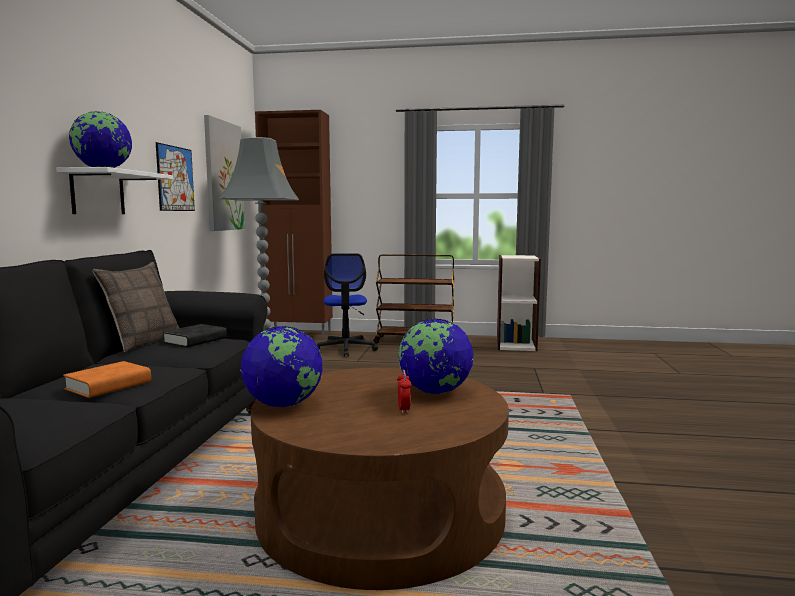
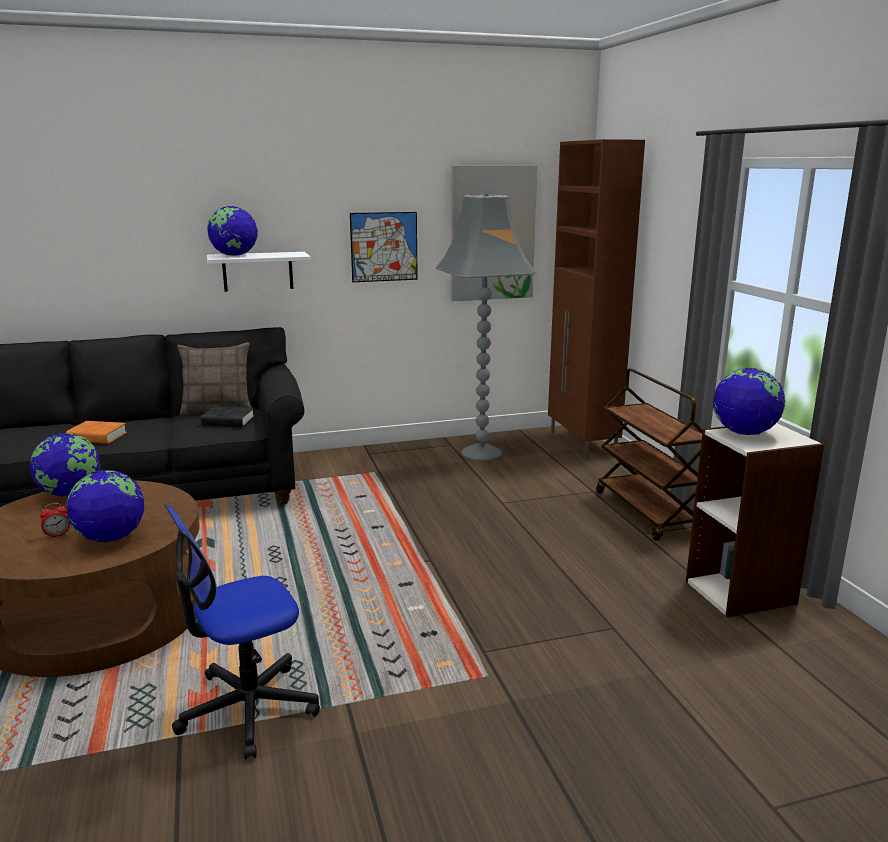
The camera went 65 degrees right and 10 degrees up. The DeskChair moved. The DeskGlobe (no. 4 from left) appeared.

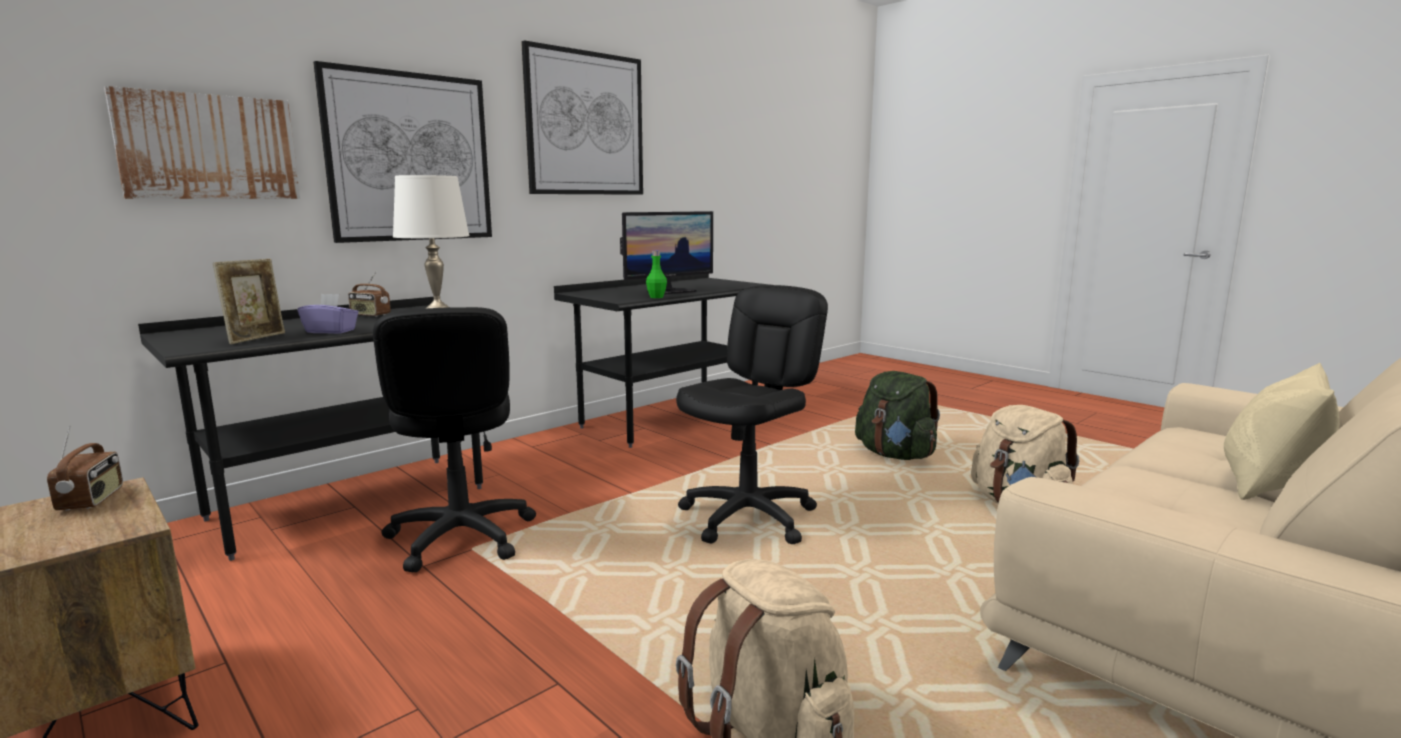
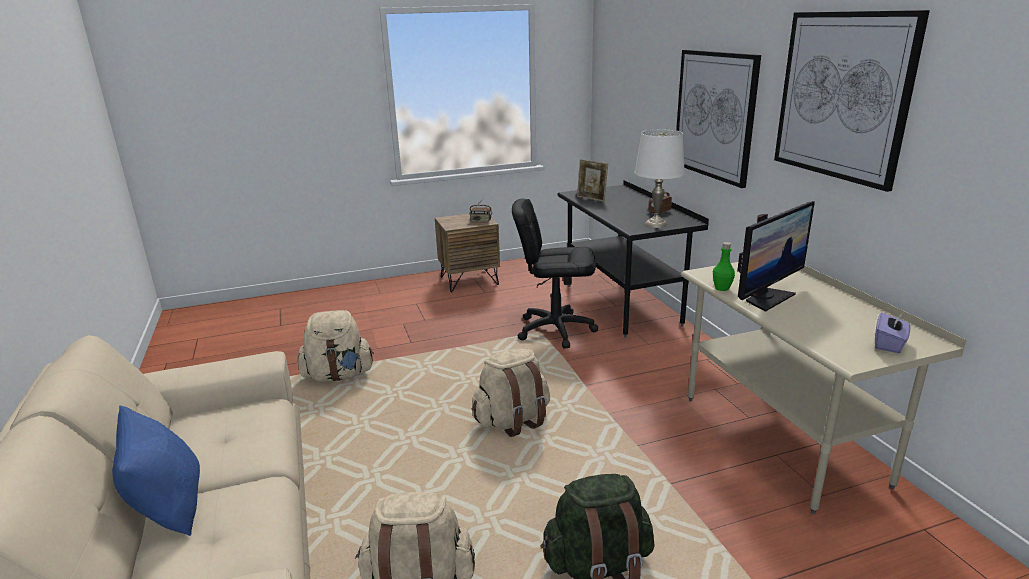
The camera went 115 degrees right and 10 degrees up. The WallPicture (no. 1 from left) disappeared. The PurpleTissueHolder moved. The BlackColouredDeskUnit (no. 2 from left) became the BeigeColouredDeskUnit. The ComputerDisplay turned 120 degrees counterclockwise. The BlackColouredDeskChair (no. 2 from left) was replaced by the BeigeColouredRucksack (no. 3 from left). The BeigeColouredCushion became the BlueCushion.

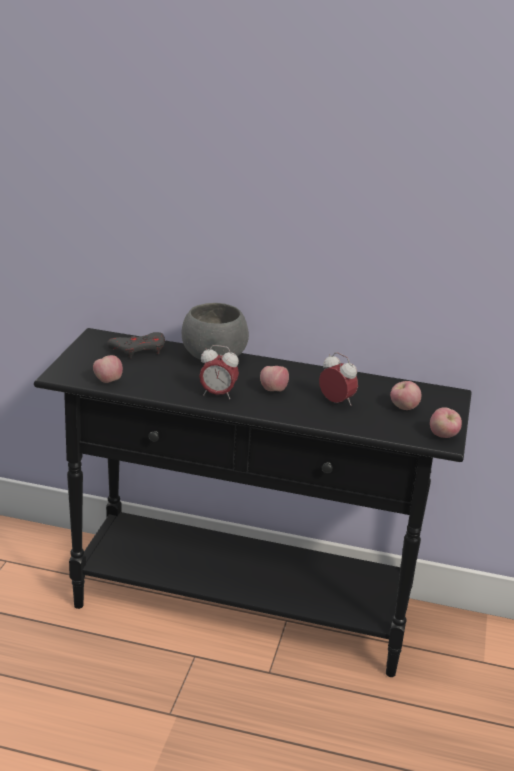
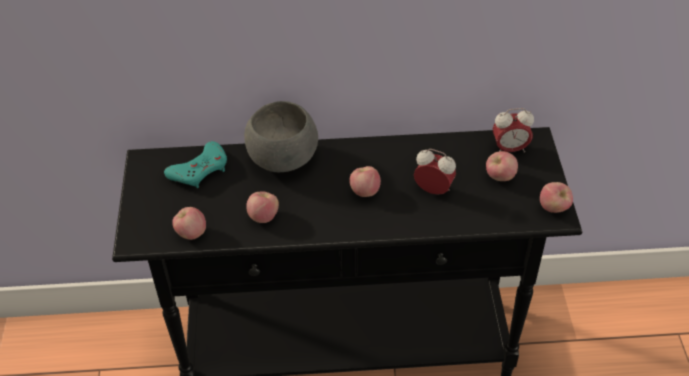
The camera went 15 degrees left and 20 degrees up. The GreyJoypad became the TurquoiseJoypad. The TableClock (no. 1 from left in the first image) moved. The AppleFruit (no. 2 from left) appeared.

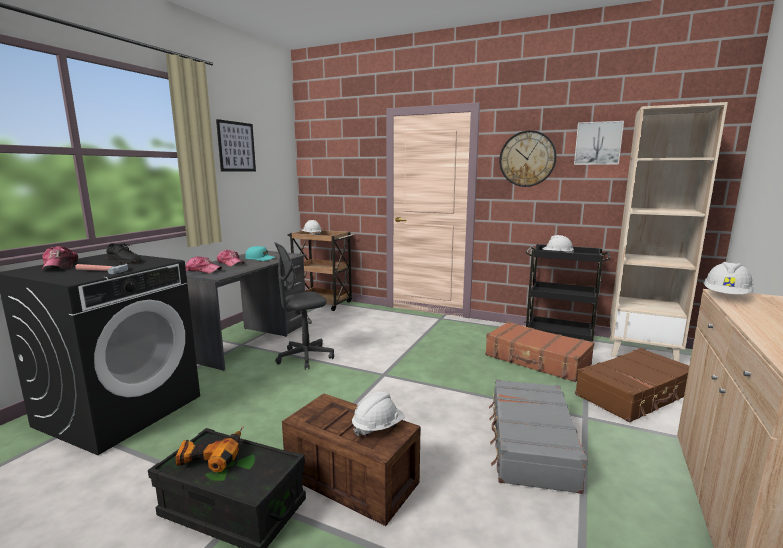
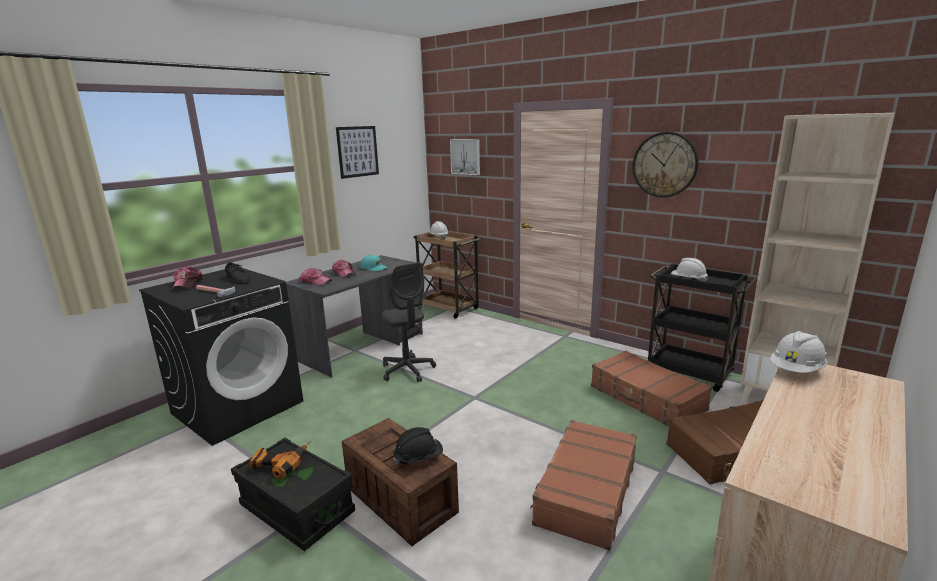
The camera went 15 degrees right and 5 degrees up. The GreyDeskChair turned 105 degrees counterclockwise. The WhiteHardHat (no. 2 from left) became the BlackColouredHardHat. The GreyPieceOfLuggage became the BrownPieceOfLuggage (no. 1 from left). The WallPicture (no. 2 from left) moved.

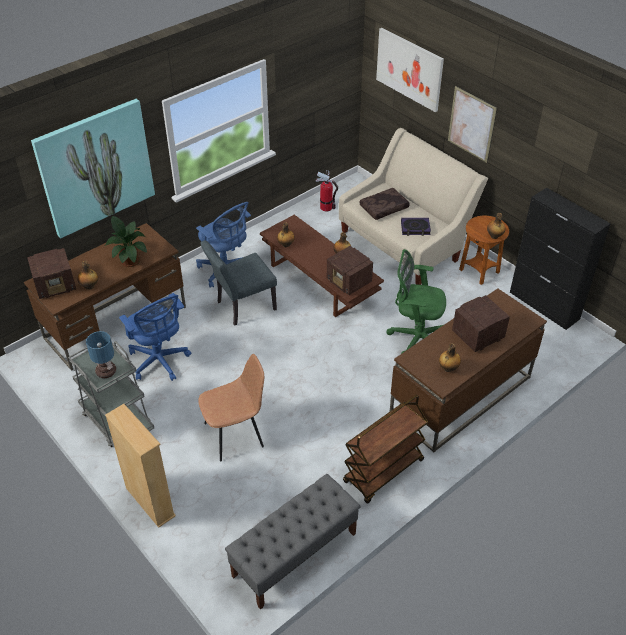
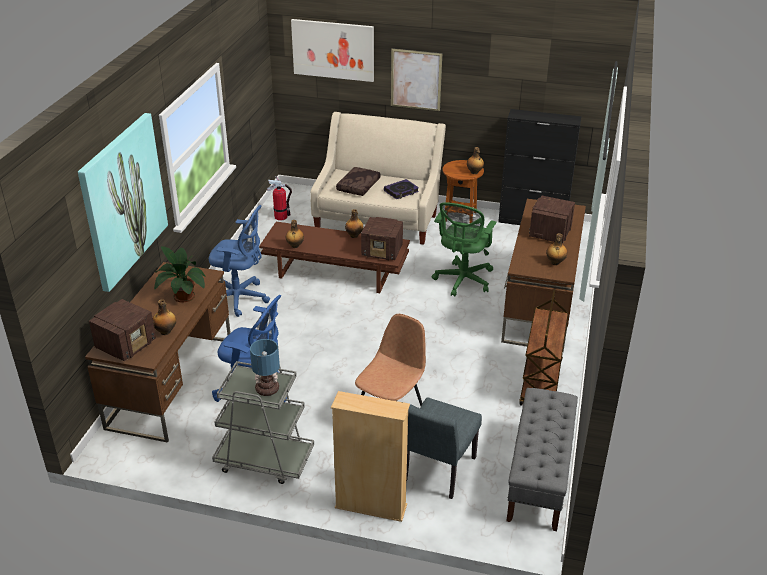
The camera went 35 degrees left and 10 degrees down. The GreyUprightChair moved. The GreenishDeskChair turned 45 degrees counterclockwise.

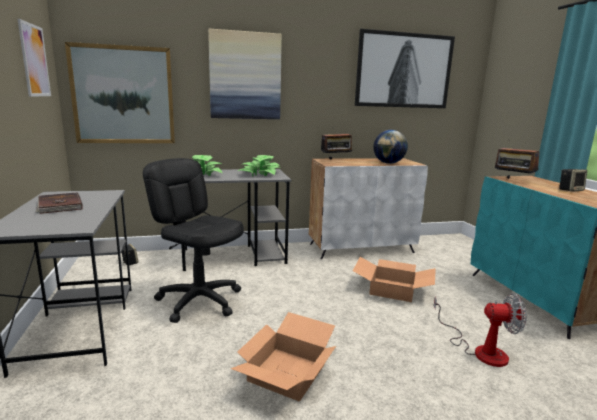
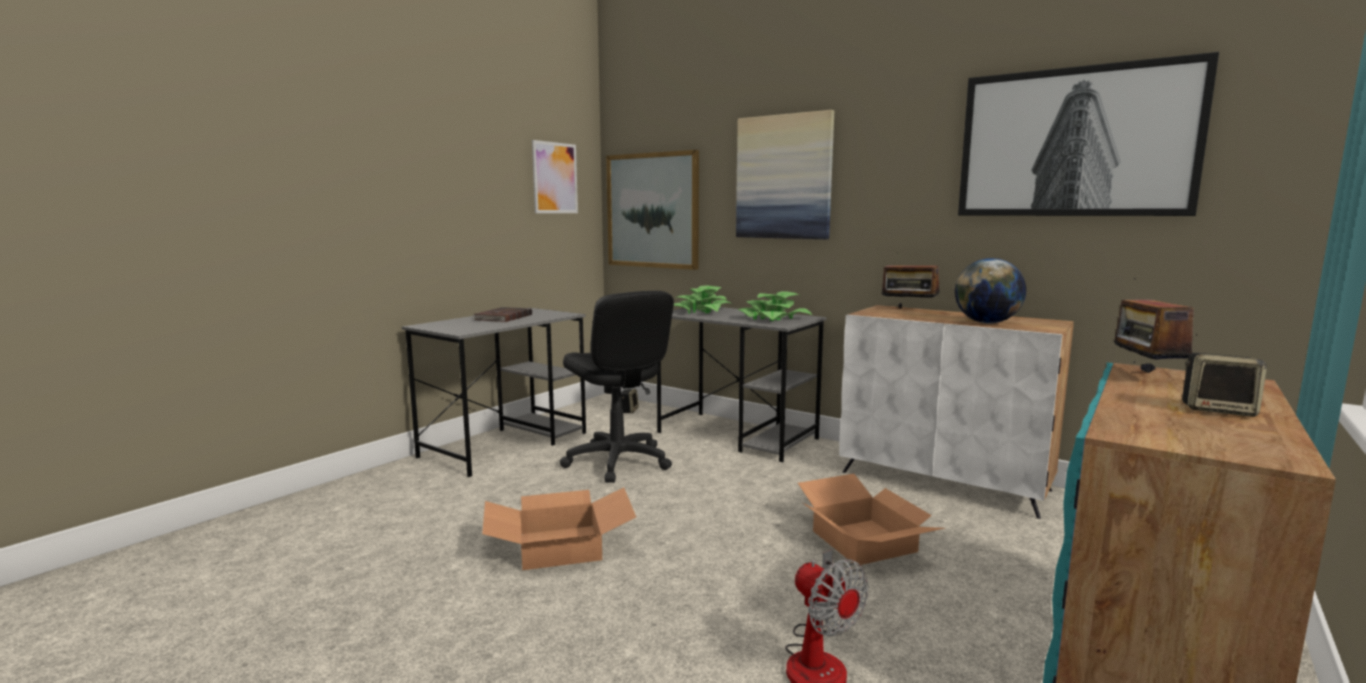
The camera went 50 degrees right and 5 degrees down. The BlackColouredDeskChair turned 150 degrees clockwise.

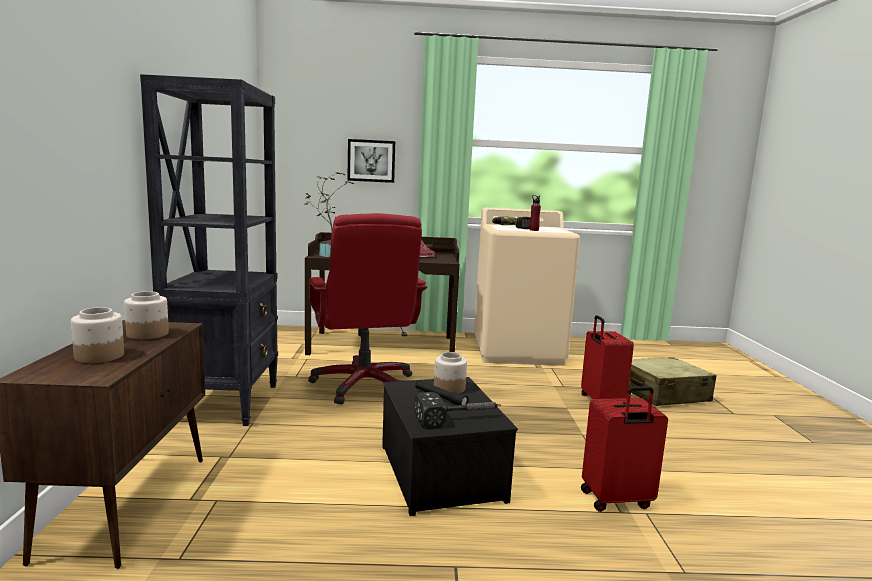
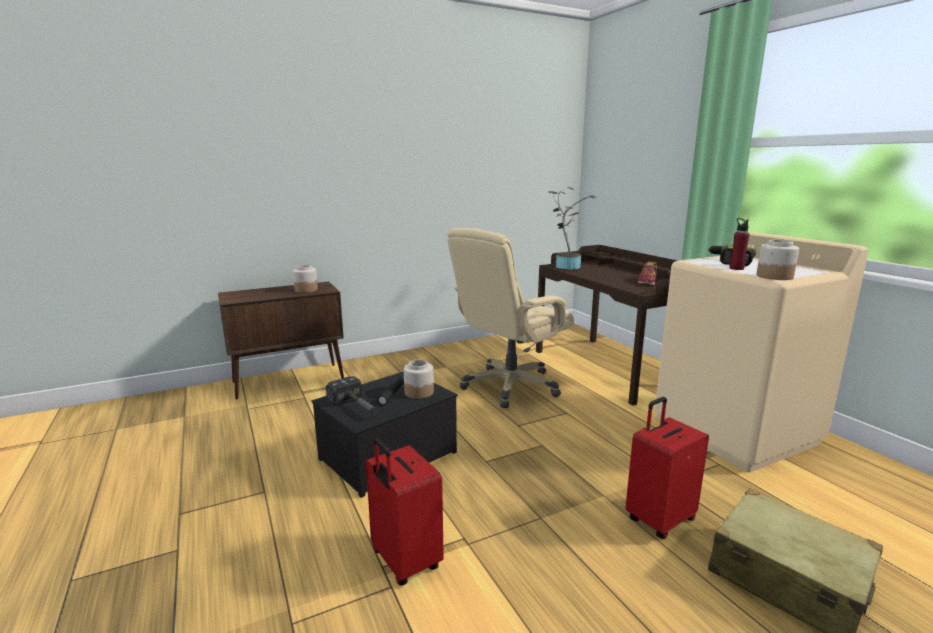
The camera went 65 degrees right and 5 degrees up. The Jar (no. 1 from left in the first image) moved. The BlackColouredBookshelf disappeared. The RedDeskChair became the BeigeColouredDeskChair. The WallPicture disappeared.

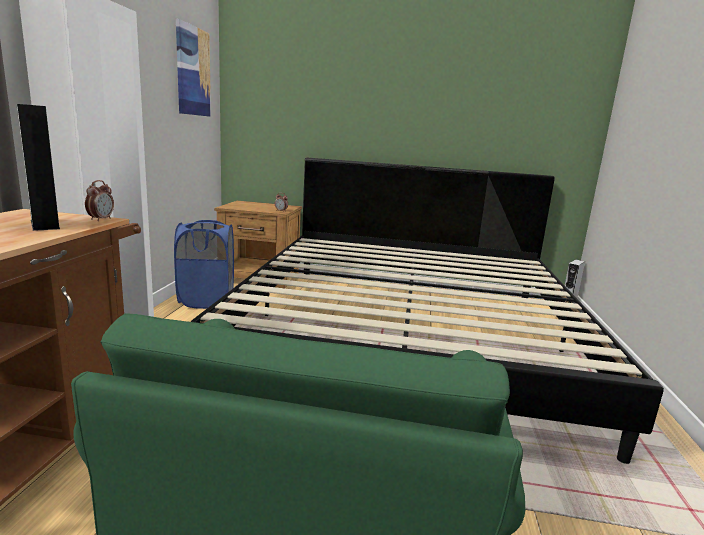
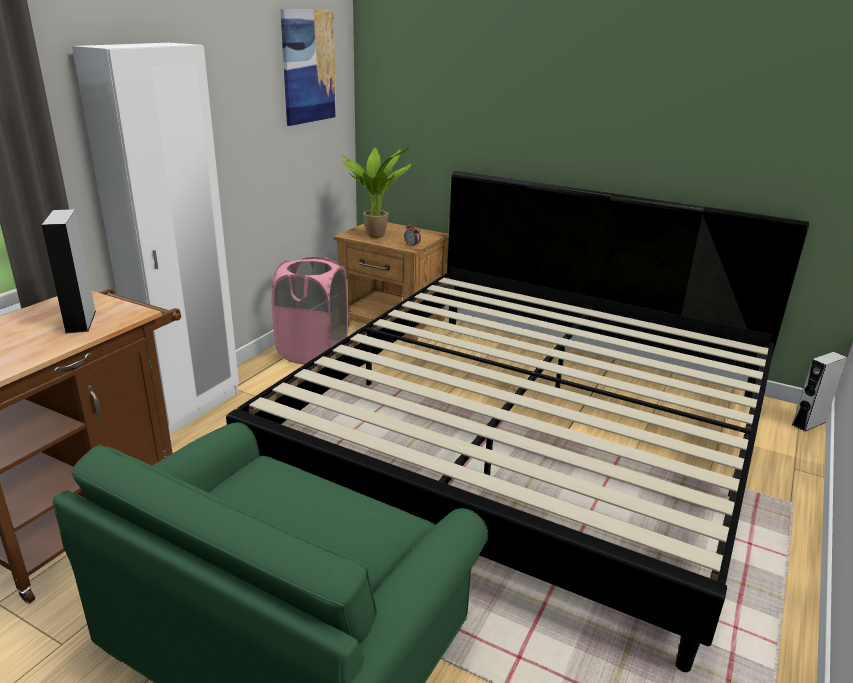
The camera went 20 degrees right and 10 degrees up. The TableClock (no. 1 from left) disappeared. The BlueLaundryBasket became the PinkLaundryBasket. The PottedPlant appeared.

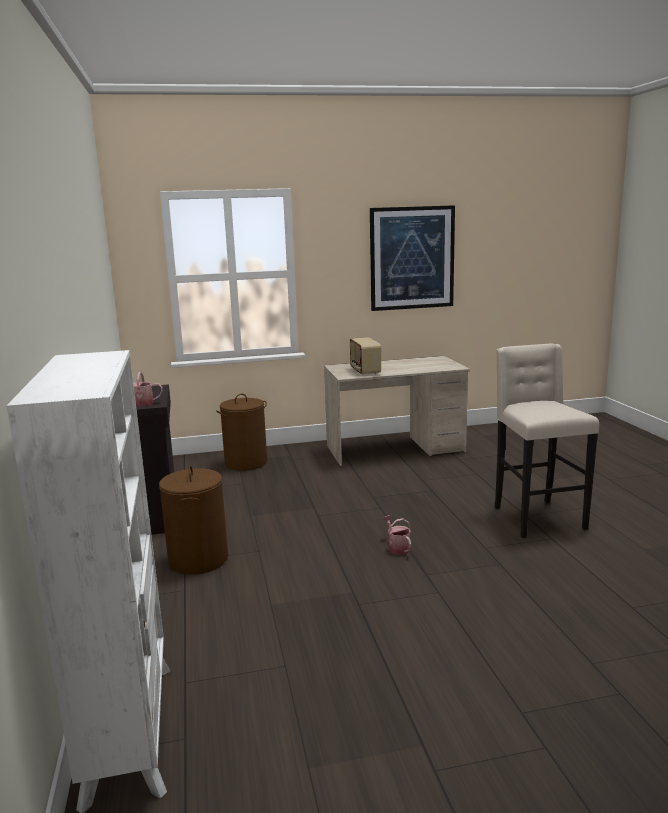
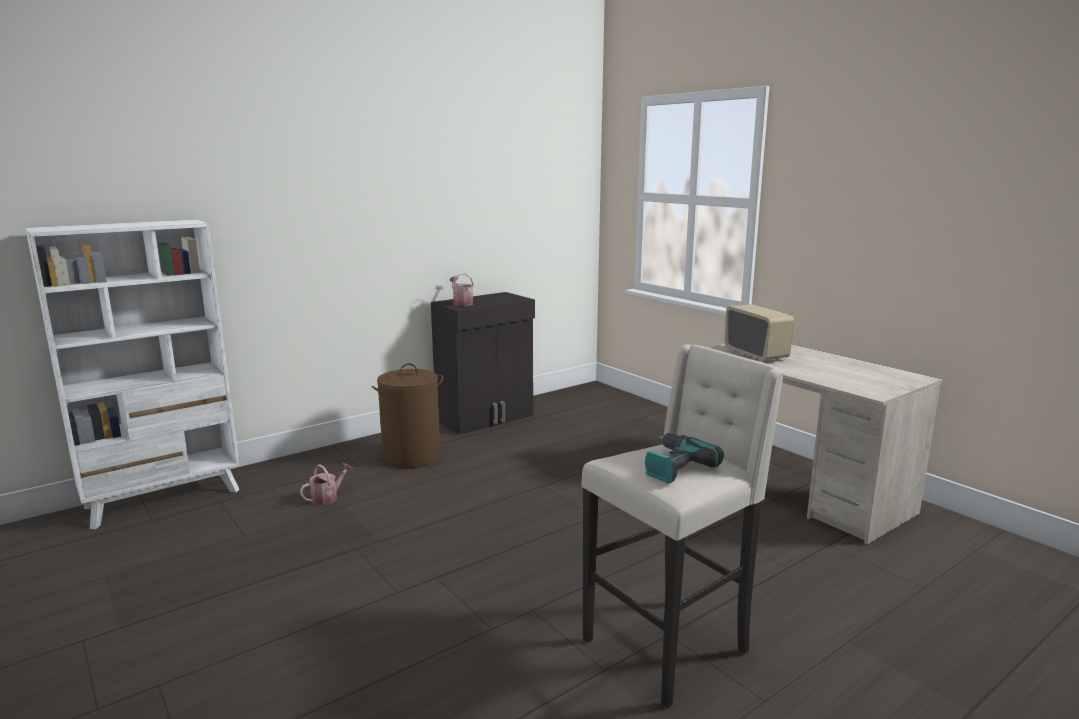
The camera went 65 degrees right and 0 degrees up. The BrownLaundryBasket (no. 2 from left) disappeared. The RadioSet turned 105 degrees clockwise. The WallPicture disappeared. The WateringCan (no. 2 from left in the first image) moved. The PowerDrill appeared.

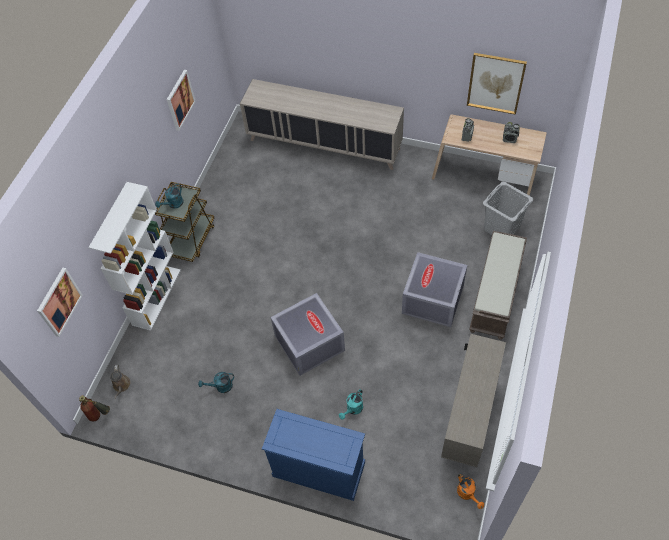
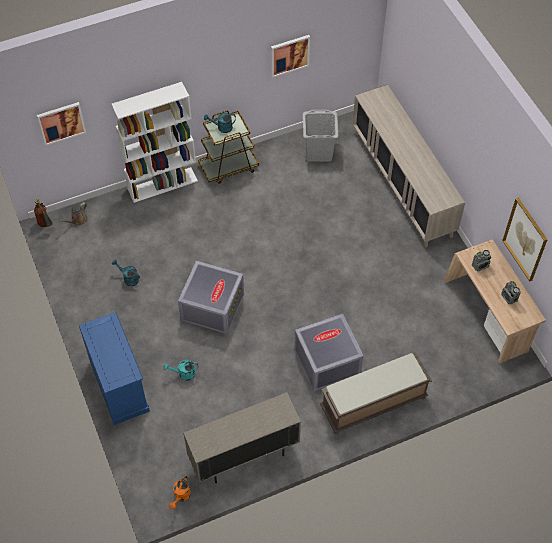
The camera went 45 degrees right and 0 degrees up. The GreyLaundryBasket moved.

